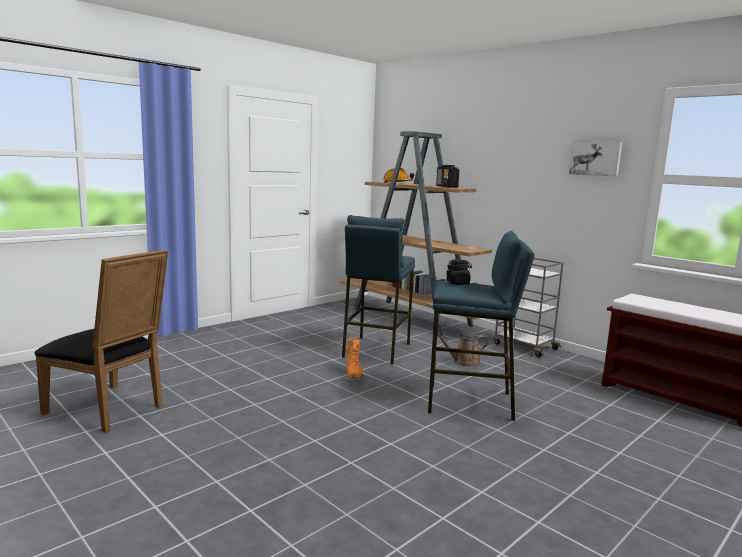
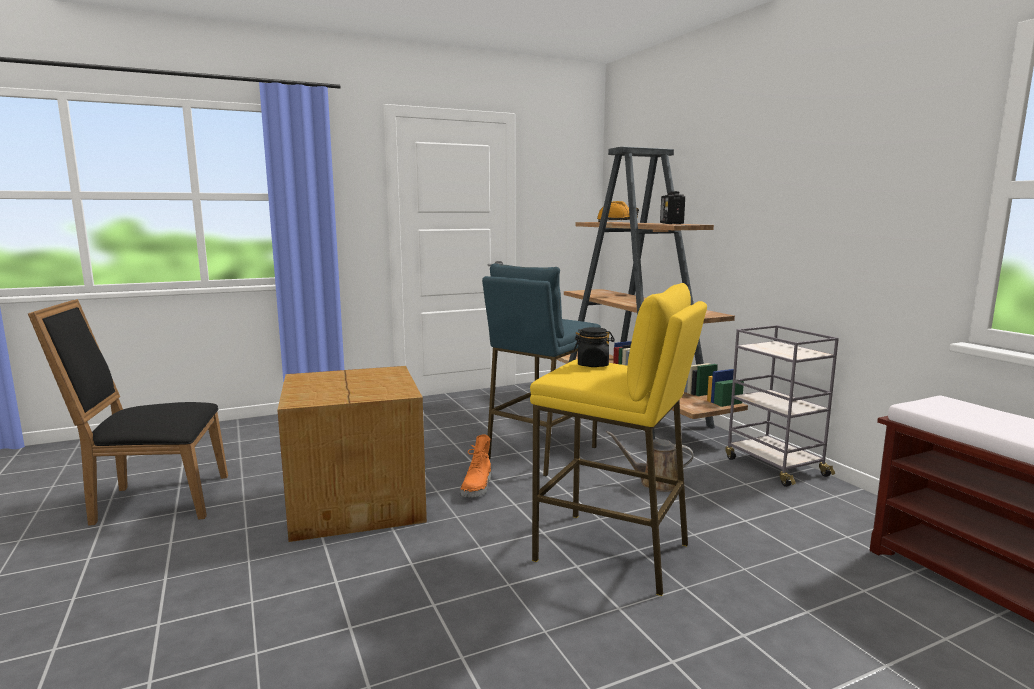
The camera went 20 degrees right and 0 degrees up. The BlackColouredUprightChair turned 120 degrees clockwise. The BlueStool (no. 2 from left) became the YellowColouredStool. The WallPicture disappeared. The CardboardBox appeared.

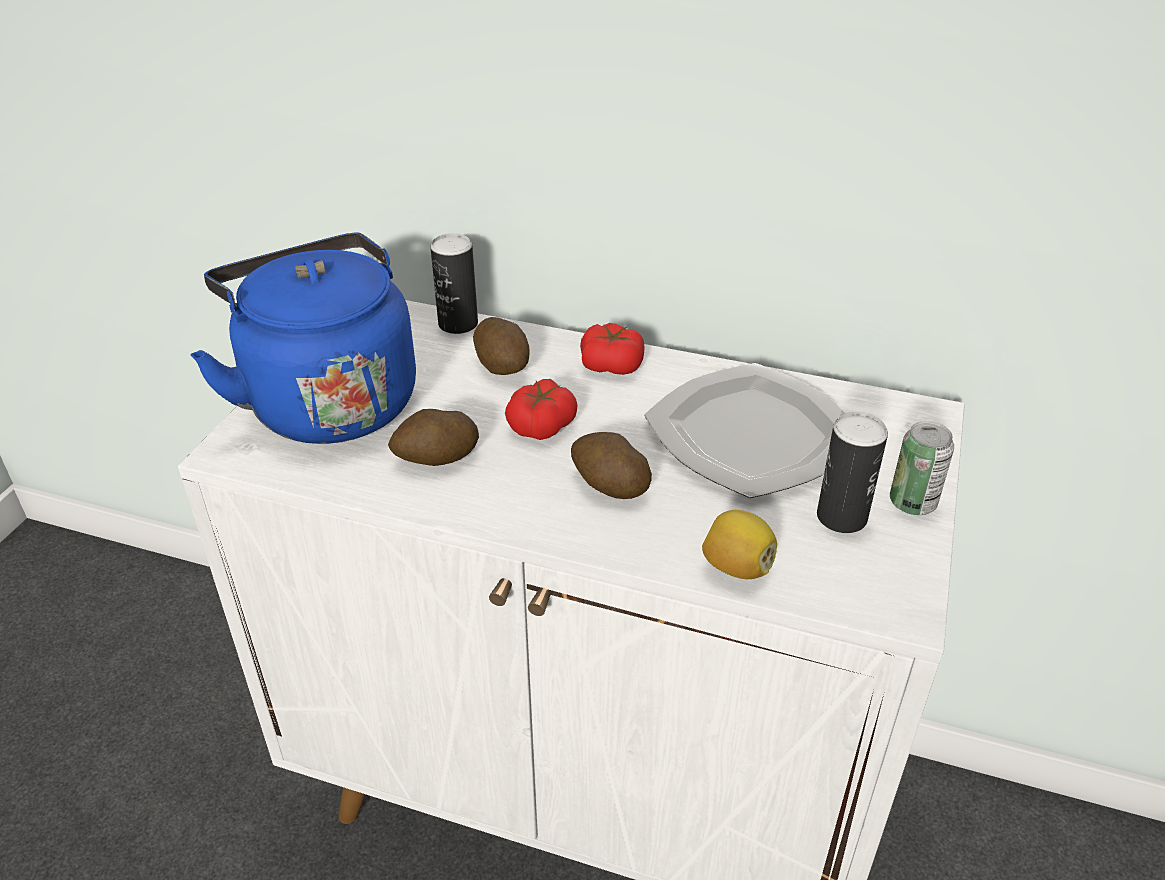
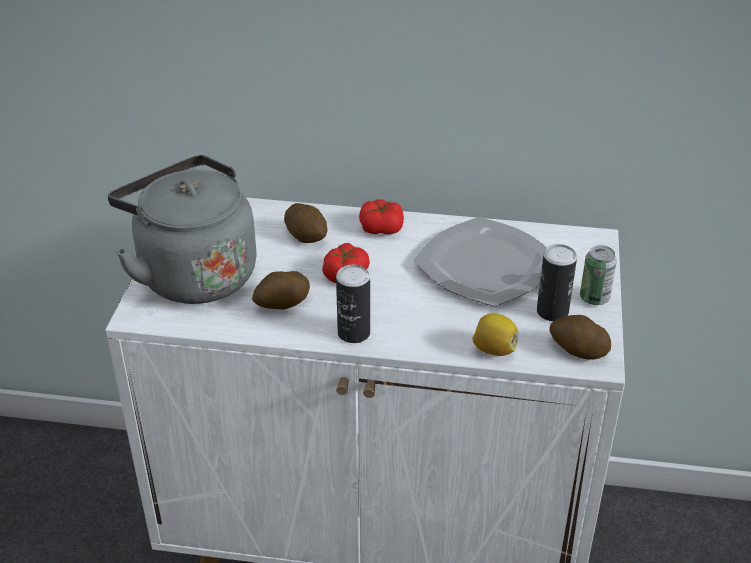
The camera went 10 degrees left and 0 degrees up. The BlueTeaKettle became the GreyTeaKettle. The MetalCan (no. 1 from left) moved. The WholePotato (no. 3 from left) moved.

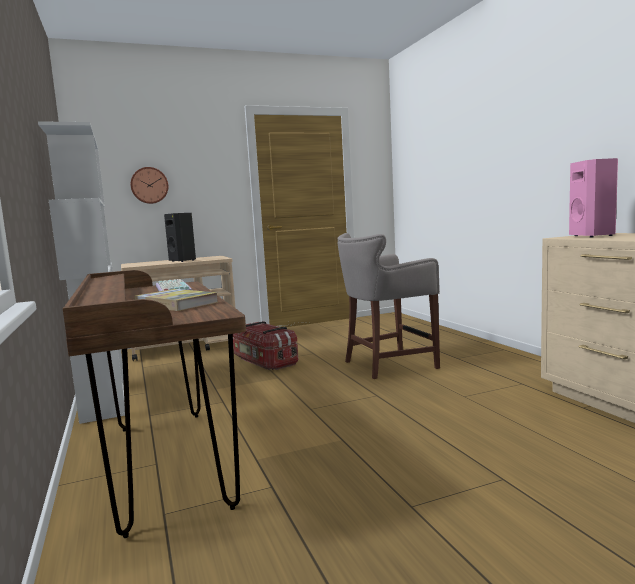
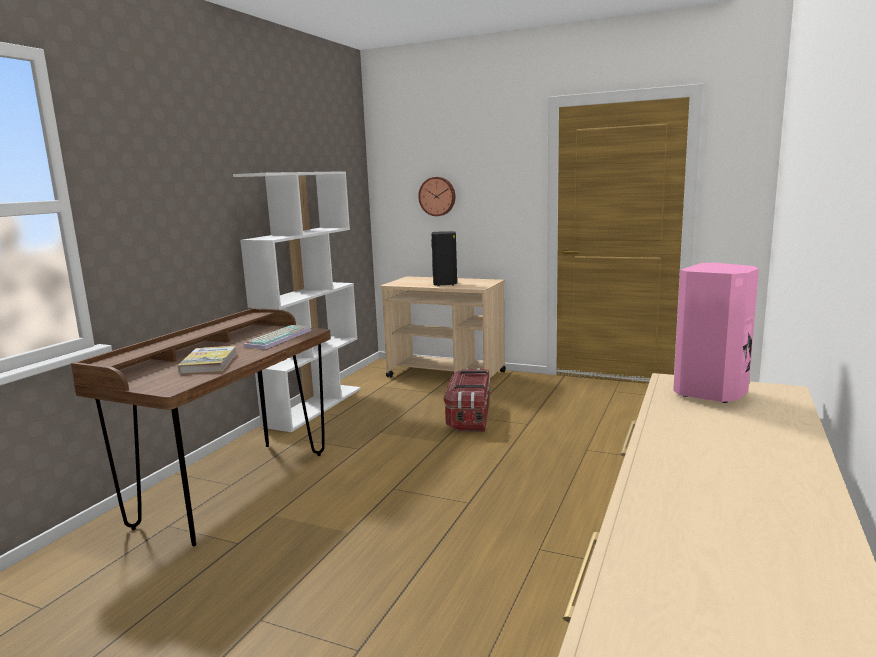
The camera went 45 degrees right and 5 degrees up. The GreyStool disappeared.

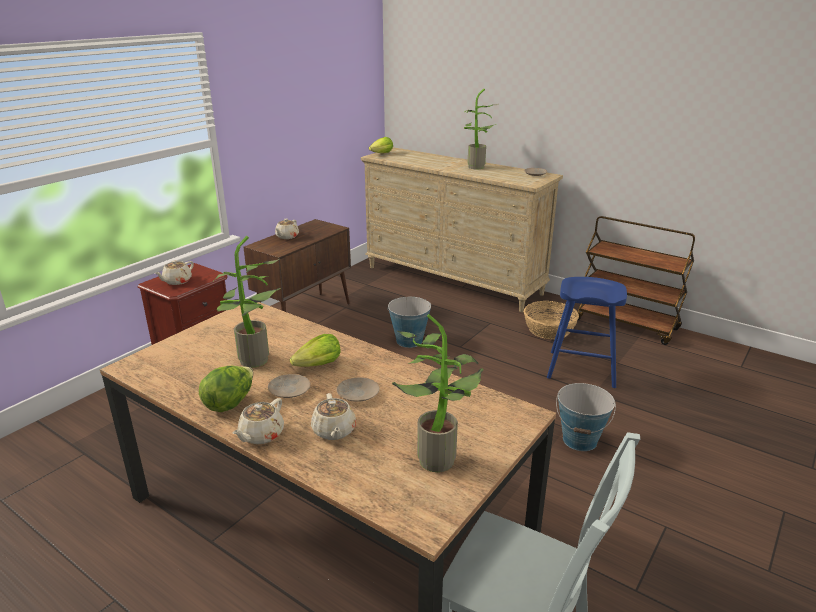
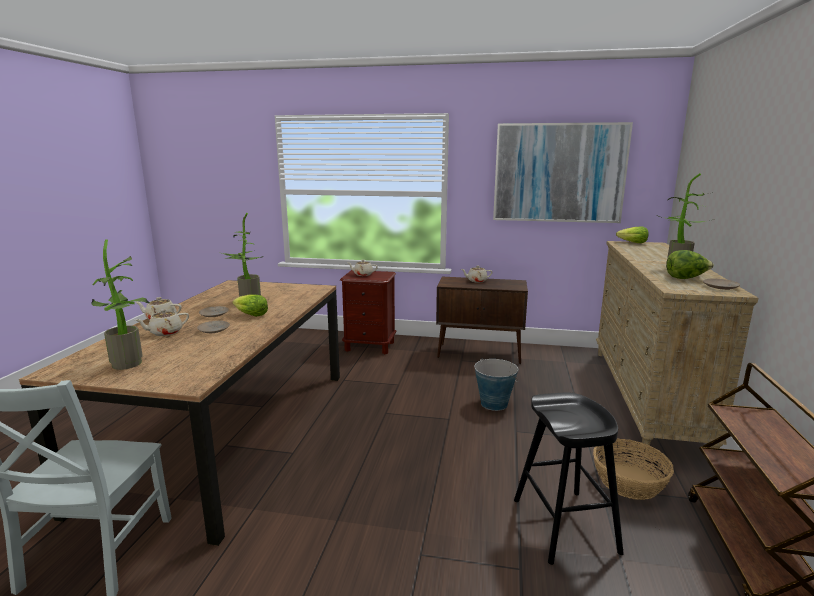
The camera went 65 degrees right and 10 degrees down. The HeadOfLettuce (no. 1 from left in the first image) moved. The BlueStool became the BlackColouredStool. The Bucket (no. 2 from left) disappeared. The WallPicture appeared.

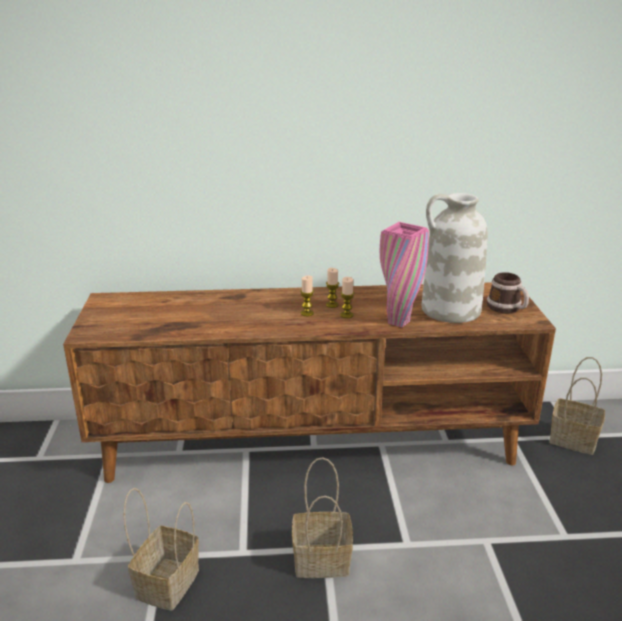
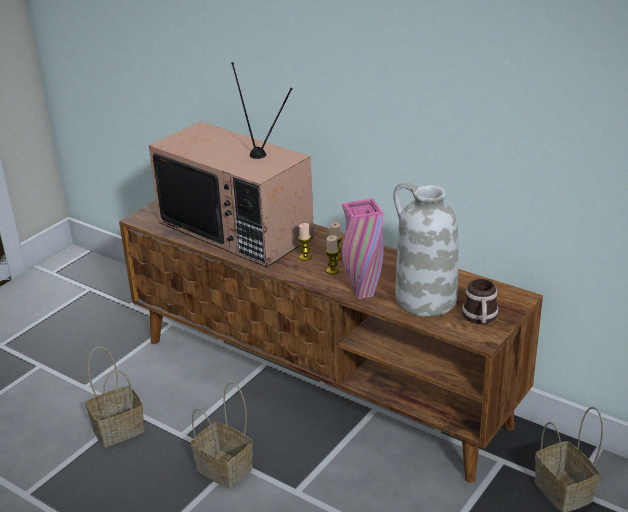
The camera went 40 degrees right and 5 degrees up. The Tv appeared.

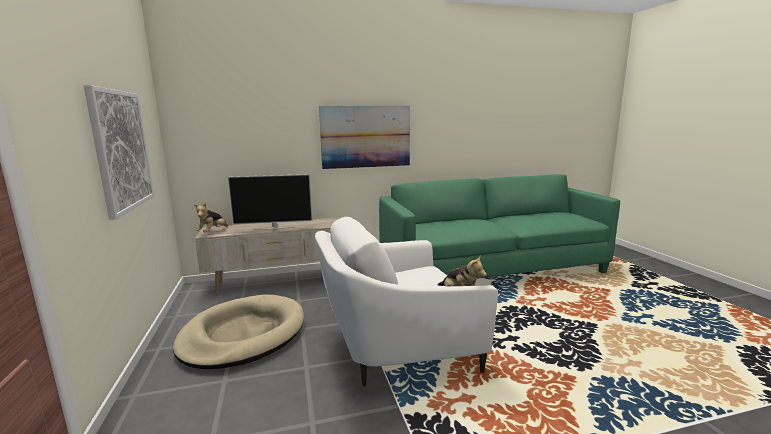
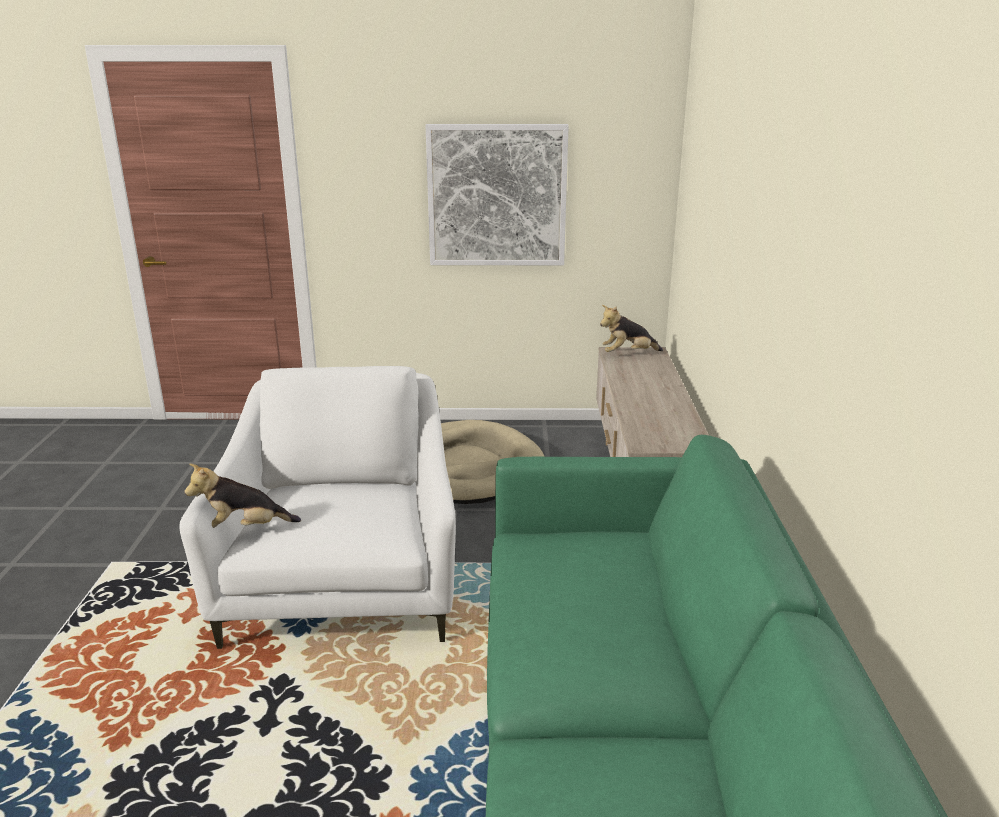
The camera went 105 degrees right and 10 degrees up. The SoftToy (no. 1 from left in the first image) turned 45 degrees counterclockwise. The Tv disappeared. The WallPicture (no. 2 from left) disappeared.

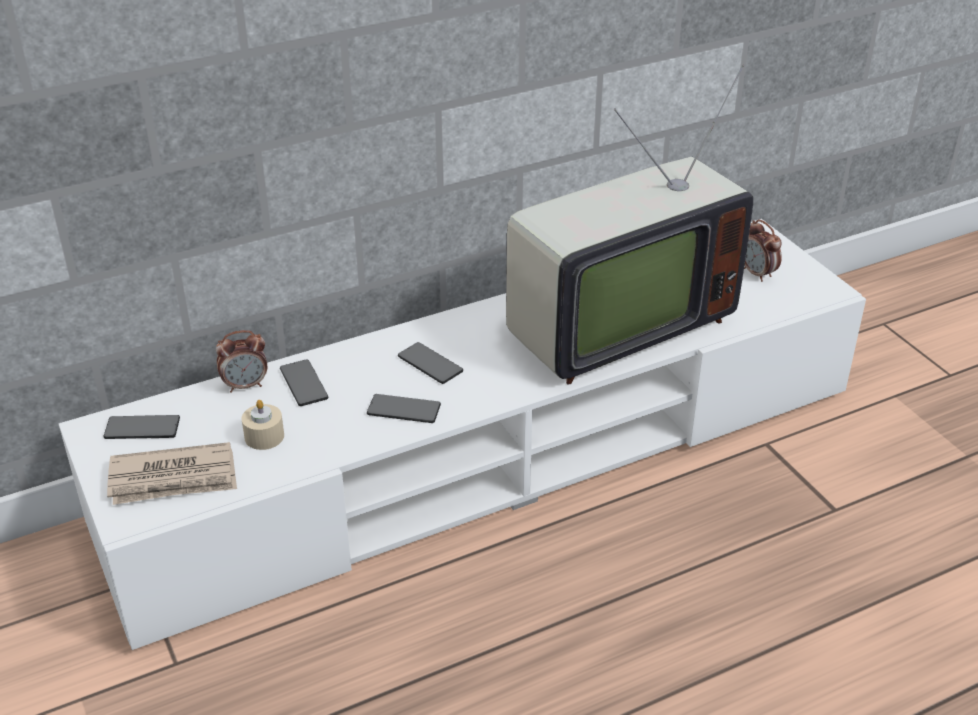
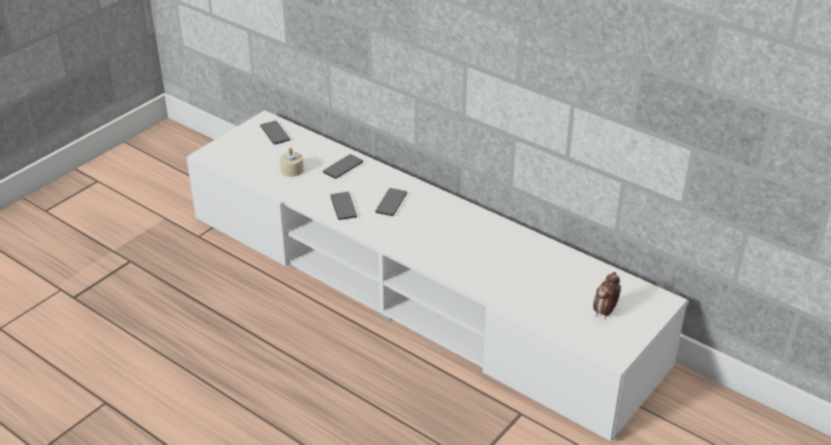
The camera went 65 degrees right and 0 degrees up. The Newspaper disappeared. The TableClock (no. 1 from left) disappeared. The Tv disappeared.

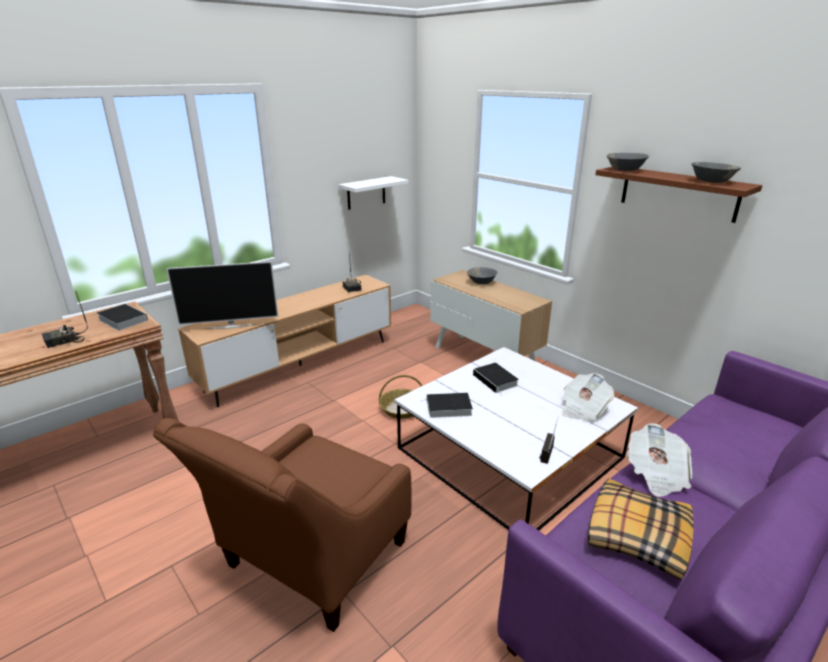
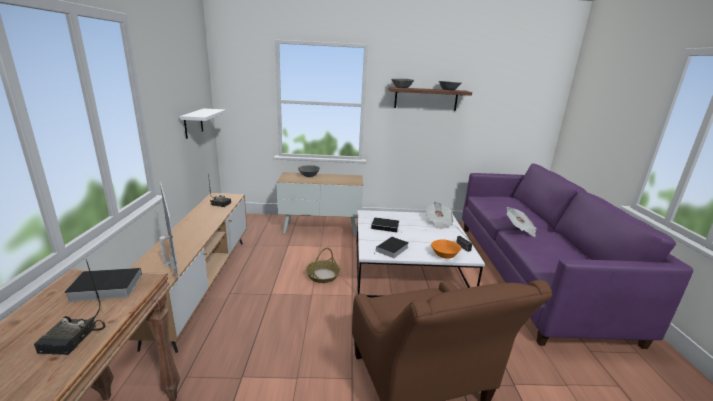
The camera went 50 degrees left and 5 degrees down. The Tv turned 60 degrees counterclockwise. The Cushion disappeared. The OrangeColouredDeepDish appeared.

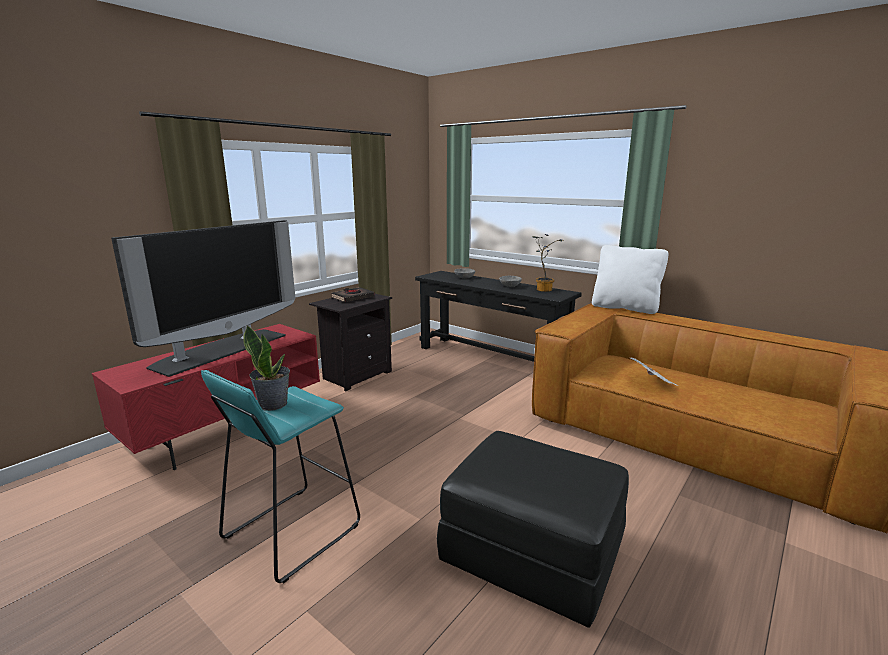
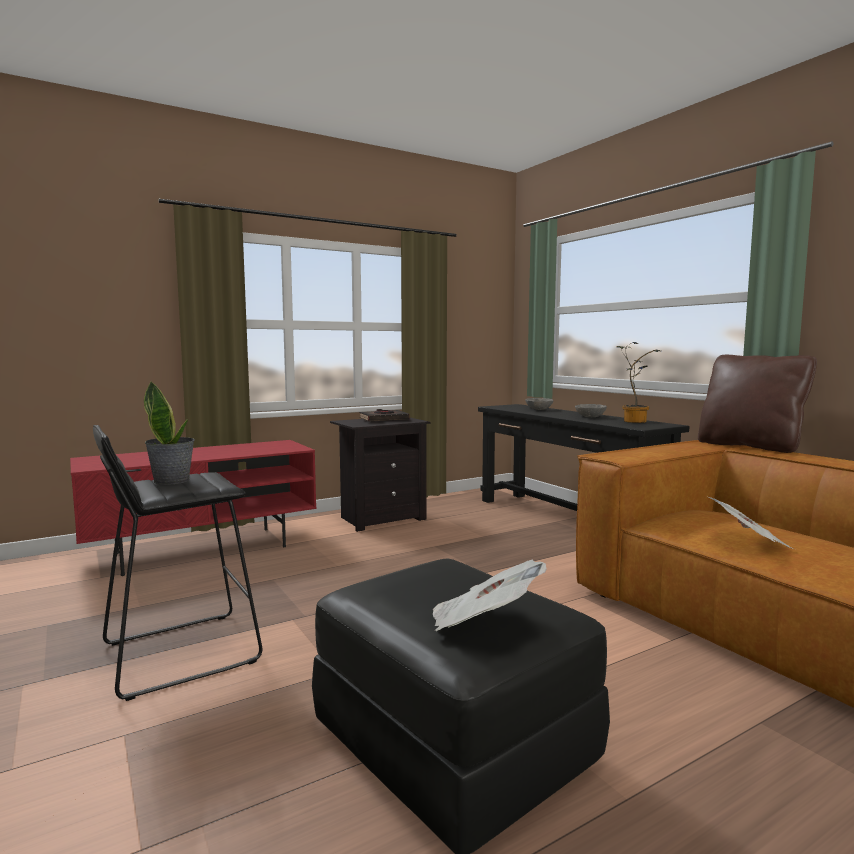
The camera went 20 degrees right and 10 degrees down. The Tv disappeared. The TurquoiseStool became the BlackColouredStool. The WhiteCushion became the BrownCushion. The Newspaper (no. 1 from left) appeared.

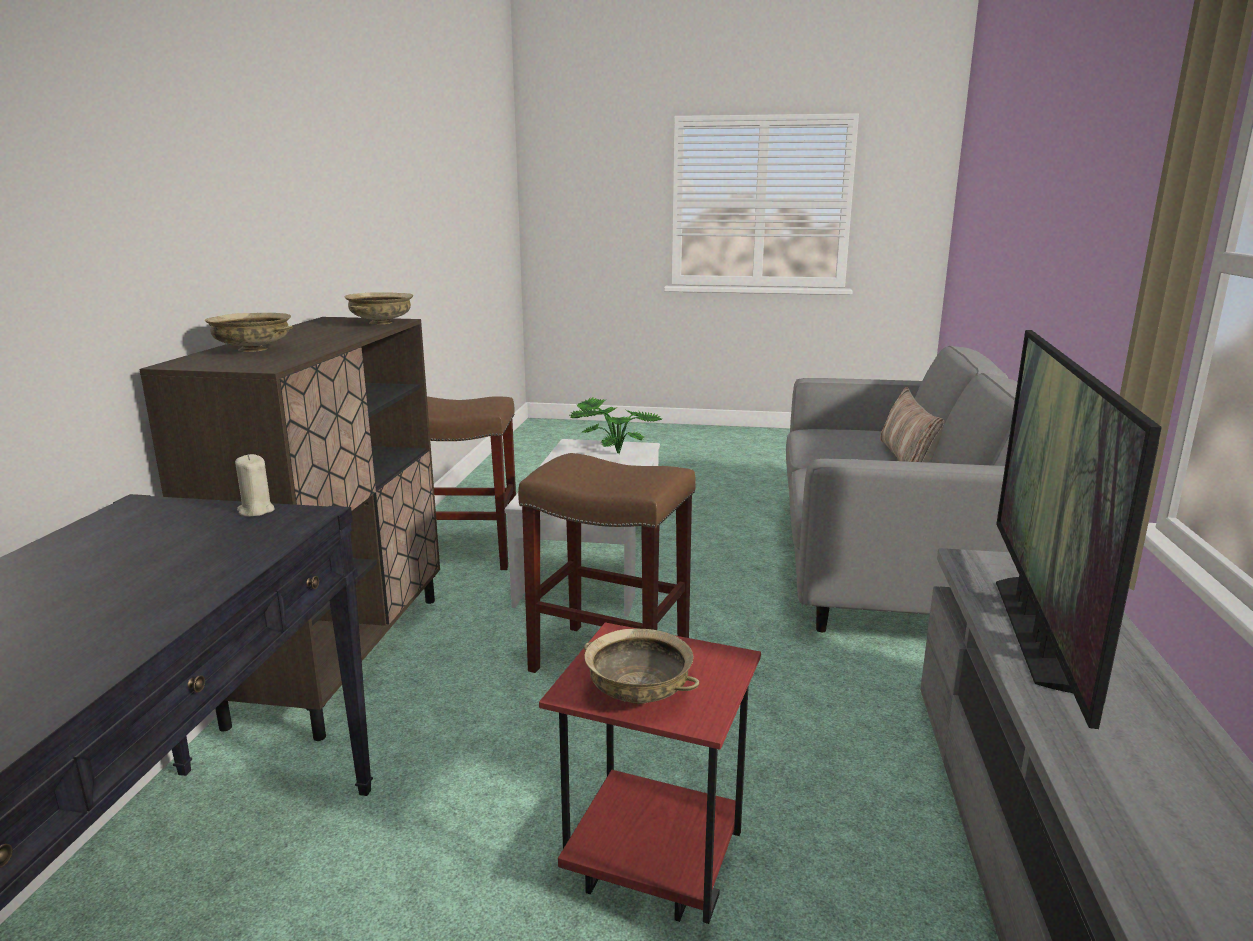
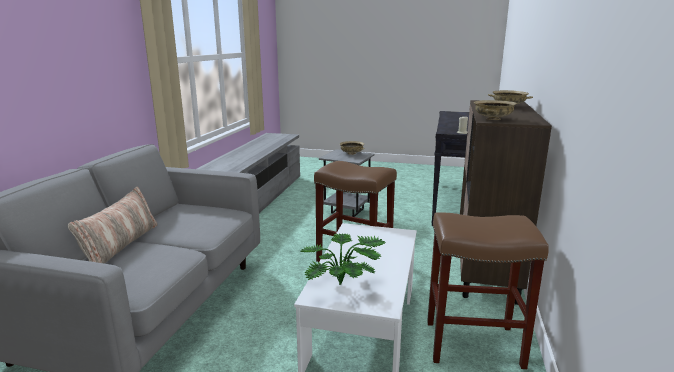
The camera went 175 degrees left and 0 degrees up. The RedSideTable became the GreySideTable. The Tv disappeared.

